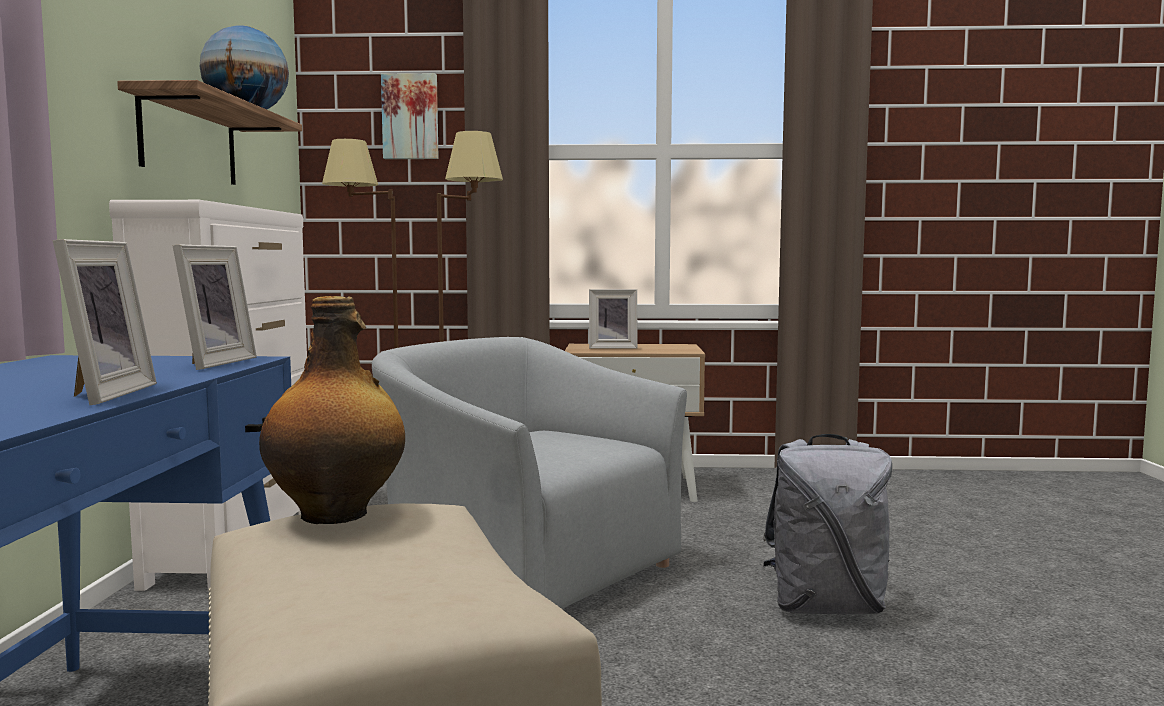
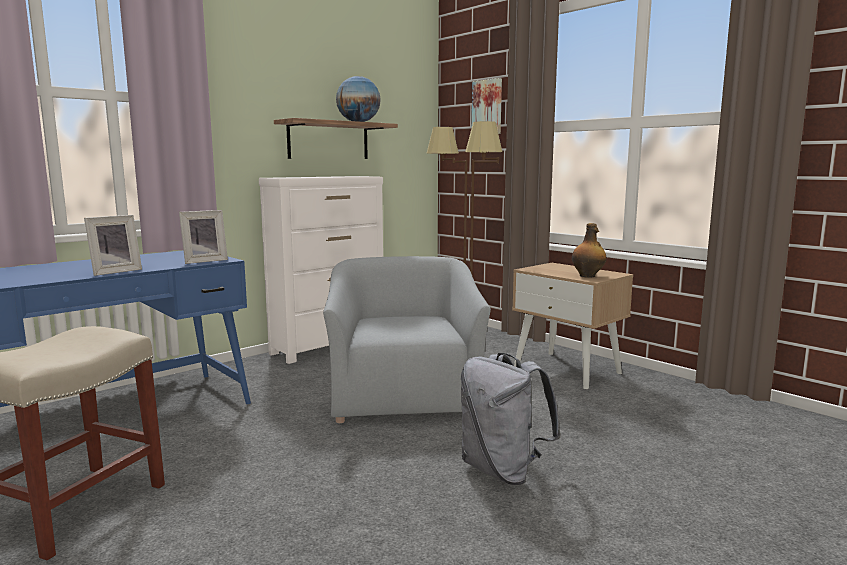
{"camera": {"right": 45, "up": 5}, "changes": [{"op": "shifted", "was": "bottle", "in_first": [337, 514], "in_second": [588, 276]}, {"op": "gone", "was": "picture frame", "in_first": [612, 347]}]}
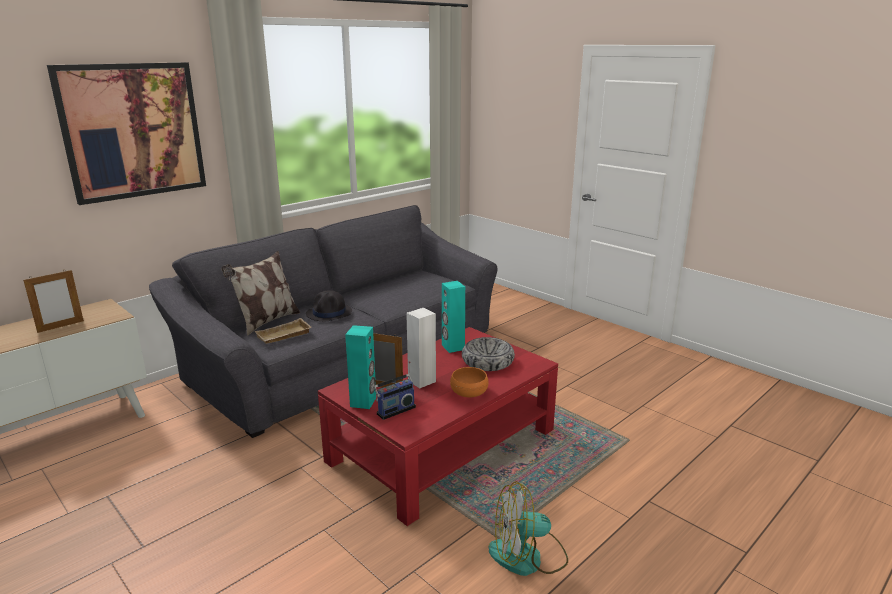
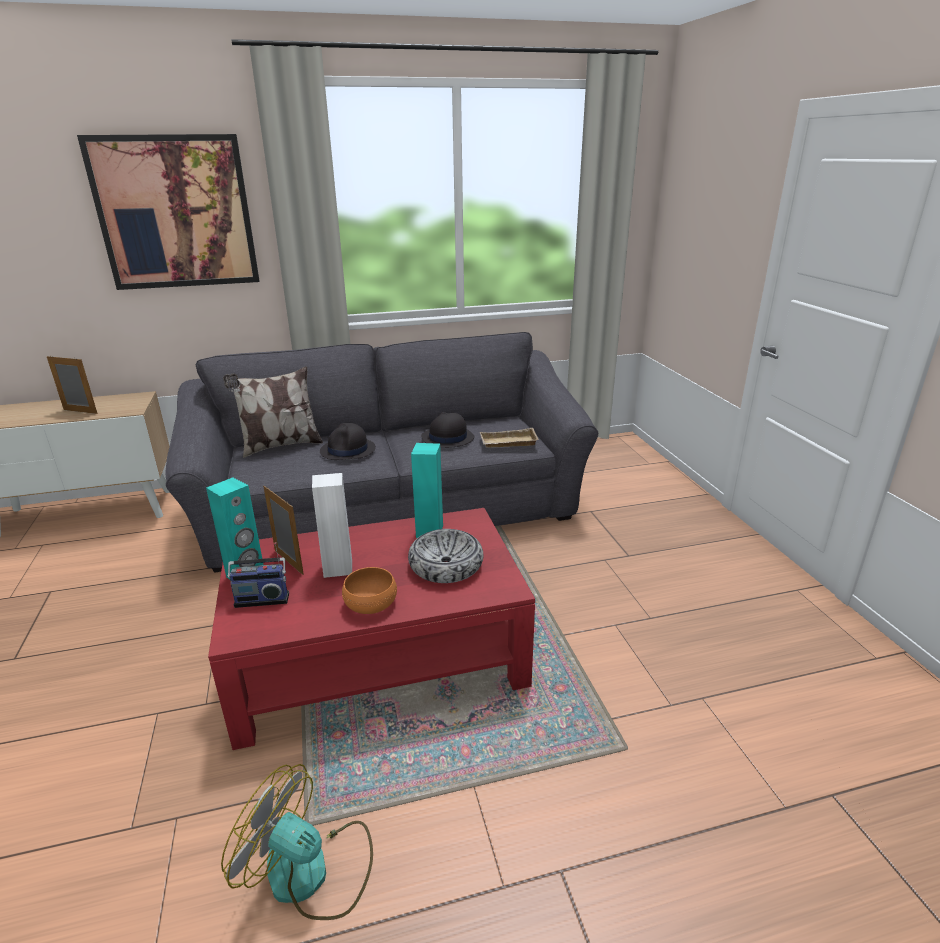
{"camera": {"right": 30, "up": 5}, "changes": [{"op": "rotated", "was": "picture frame", "in_first": [61, 326], "in_second": [80, 411], "clockwise": -150}, {"op": "new", "now": "hat in black", "in_second": [447, 438]}, {"op": "shifted", "was": "tray in beige", "in_first": [283, 336], "in_second": [508, 443]}]}
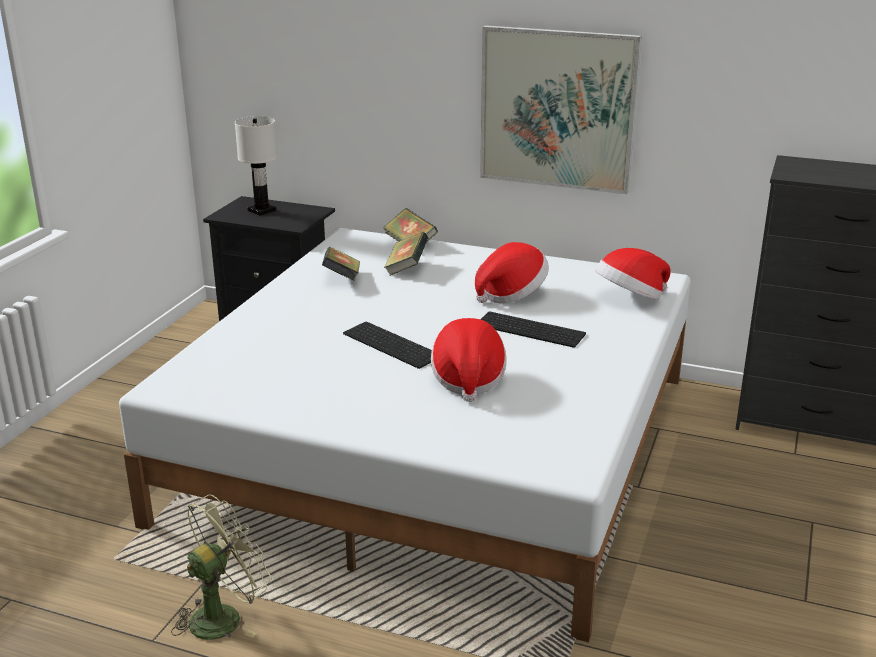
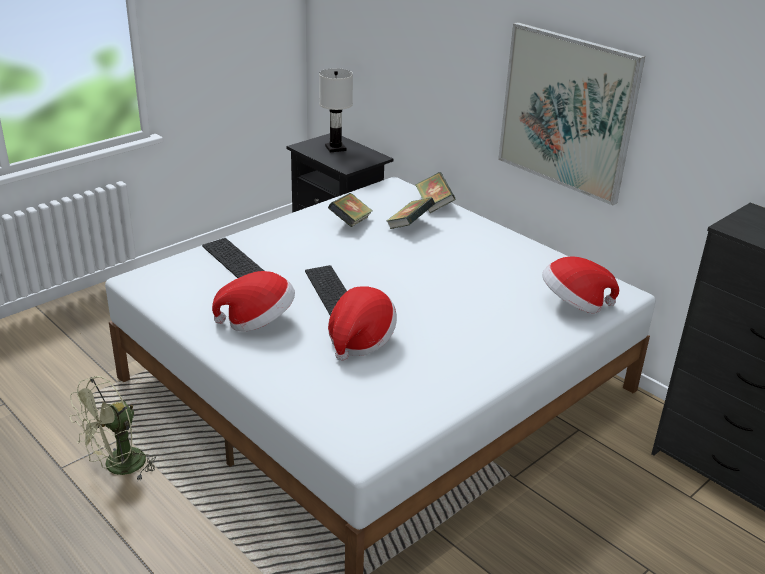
{"camera": {"right": 25, "up": 5}, "changes": [{"op": "rotated", "was": "fan in green", "in_first": [224, 616], "in_second": [118, 467], "clockwise": 150}, {"op": "shifted", "was": "keyboard", "in_first": [532, 329], "in_second": [236, 260]}, {"op": "shifted", "was": "hat", "in_first": [511, 294], "in_second": [258, 321]}]}
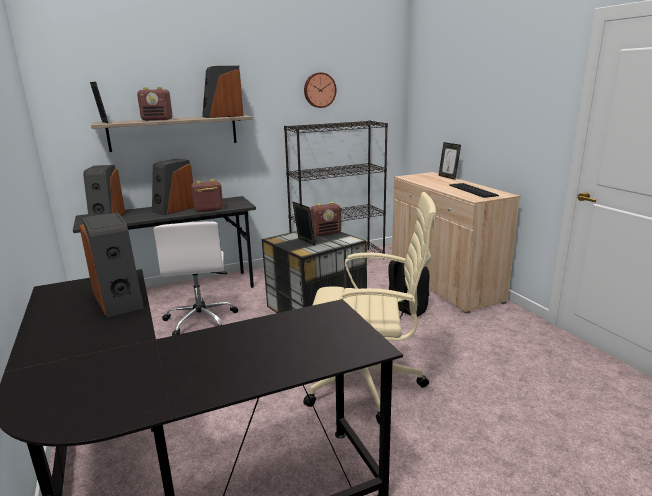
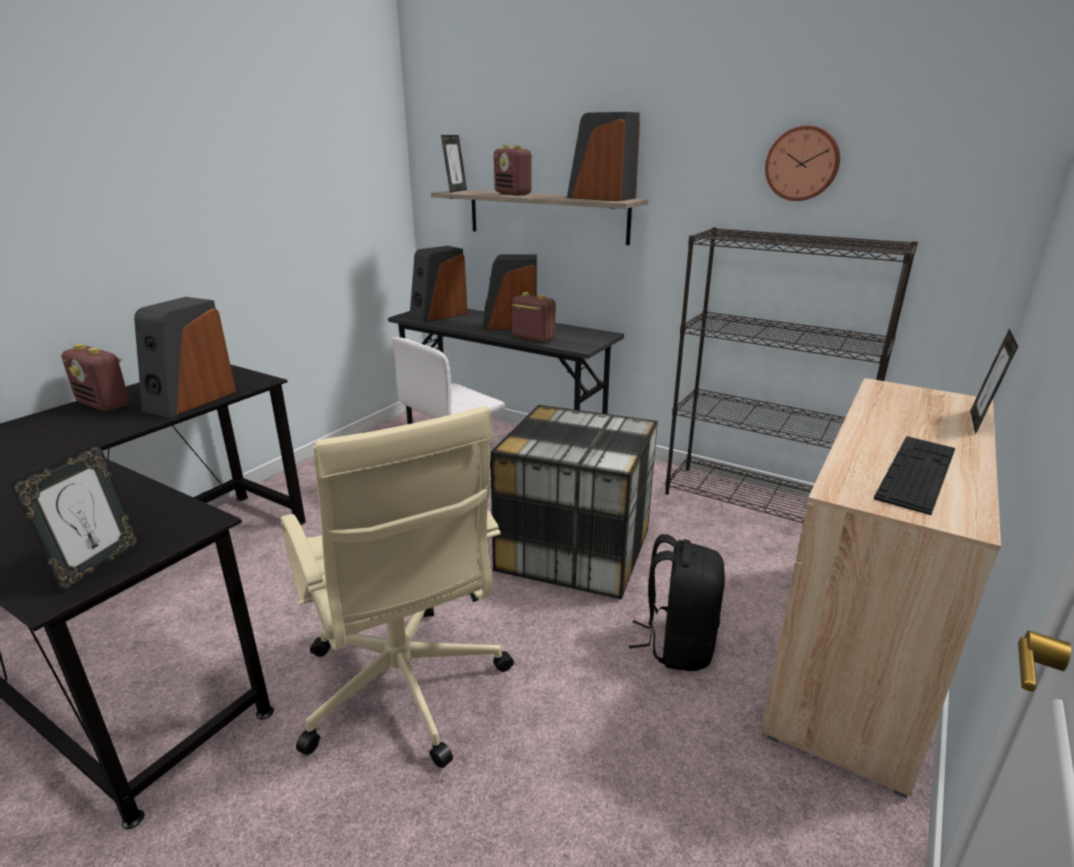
{"camera": {"right": 55, "up": 5}, "changes": [{"op": "shifted", "was": "picture frame", "in_first": [304, 242], "in_second": [98, 565]}, {"op": "shifted", "was": "radio", "in_first": [326, 233], "in_second": [104, 405]}]}
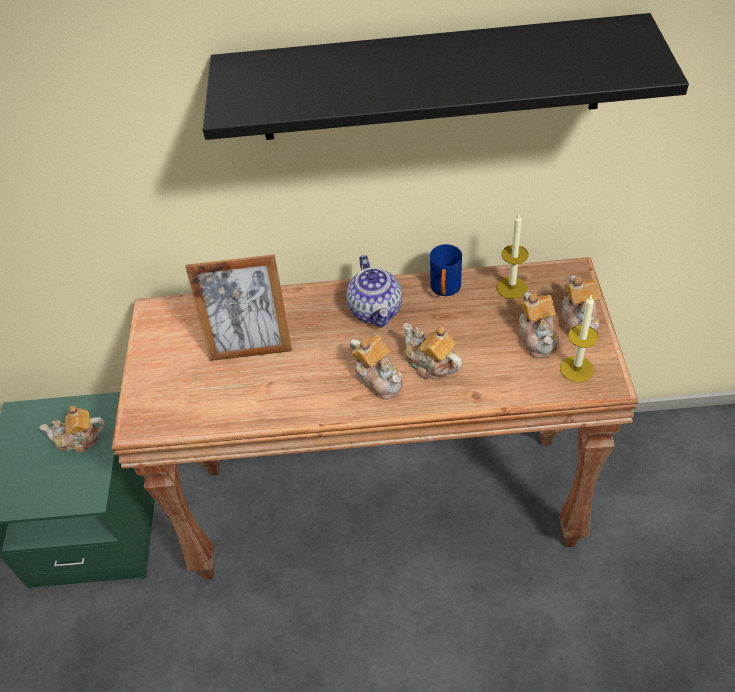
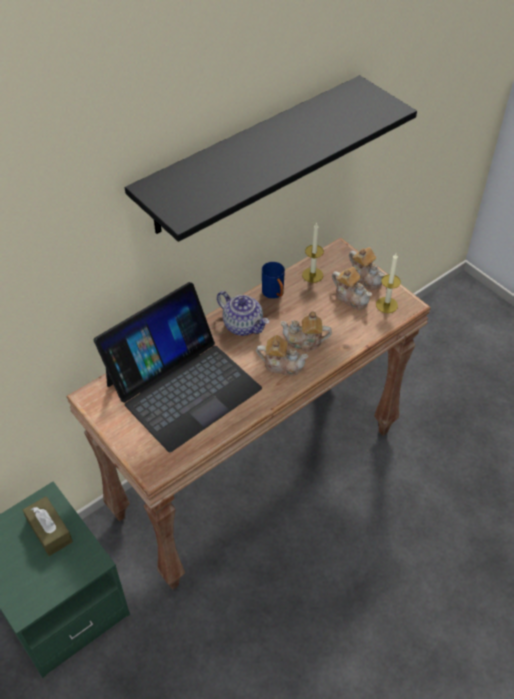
{"camera": {"right": -40, "up": 0}, "changes": [{"op": "swapped", "was": "teapot", "now": "tissue box in brown", "in_first": [79, 440], "in_second": [49, 531]}, {"op": "swapped", "was": "picture frame", "now": "laptop", "in_first": [250, 346], "in_second": [182, 386]}]}
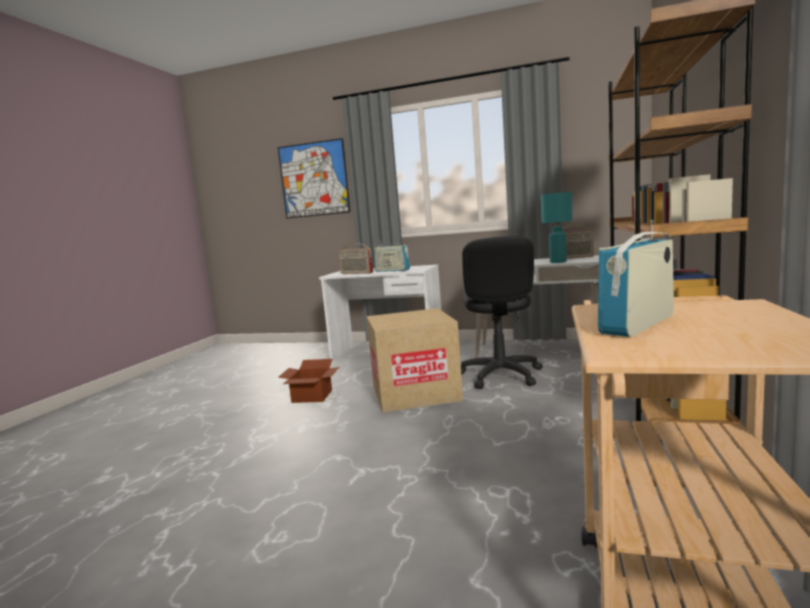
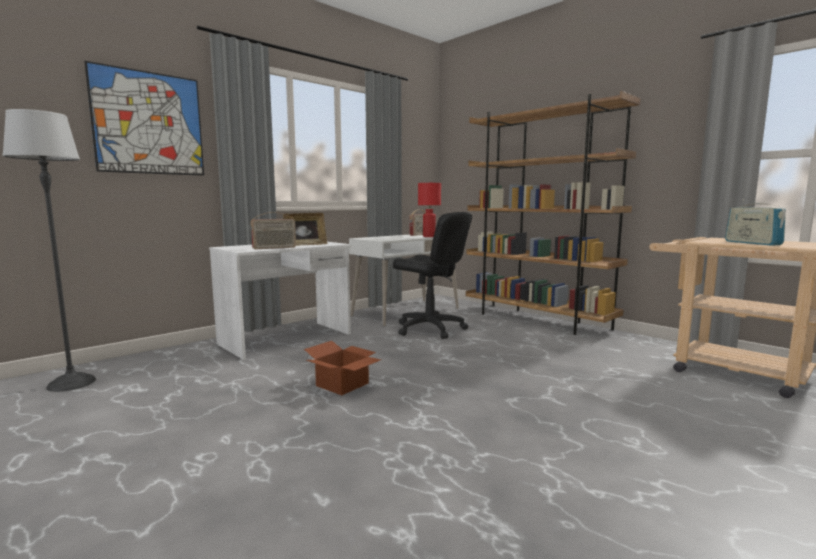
{"camera": {"right": -60, "up": 0}, "changes": [{"op": "new", "now": "floor lamp", "in_second": [72, 383]}, {"op": "swapped", "was": "radio", "now": "picture frame", "in_first": [392, 270], "in_second": [305, 245]}, {"op": "repainted", "was": "table lamp in turquoise", "now": "table lamp in red", "in_first": [557, 262], "in_second": [428, 236]}, {"op": "gone", "was": "cardboard box", "in_first": [415, 393]}]}
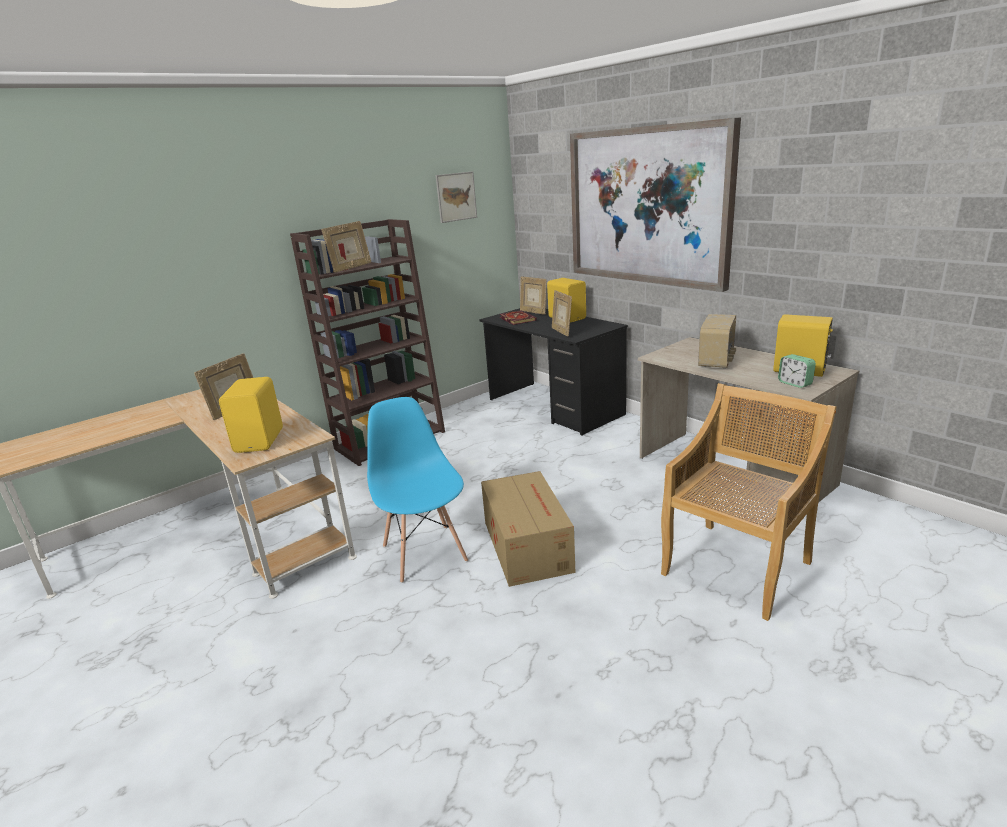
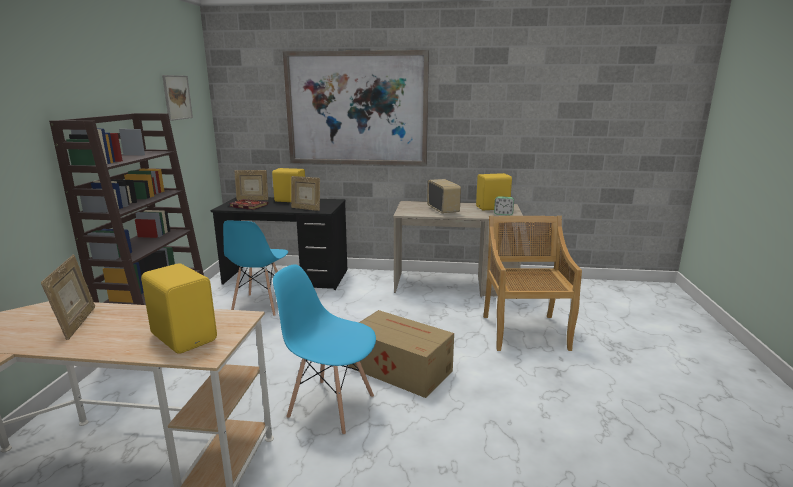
{"camera": {"right": -45, "up": -5}, "changes": [{"op": "new", "now": "chair in blue", "in_second": [260, 305]}, {"op": "gone", "was": "picture frame", "in_first": [351, 268]}]}
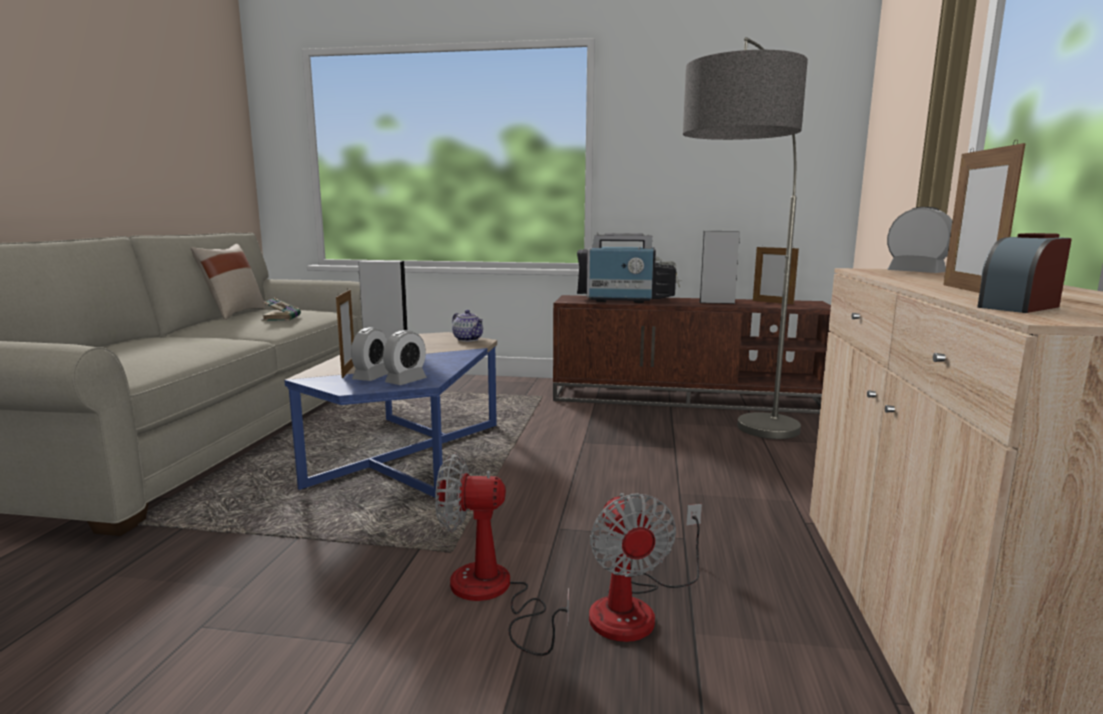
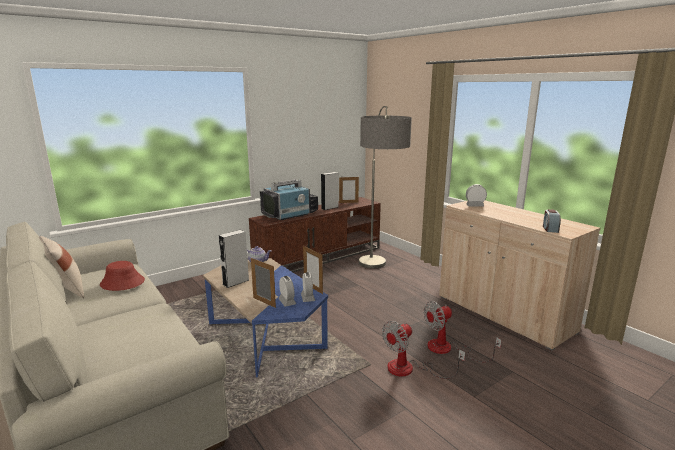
{"camera": {"right": -45, "up": 5}, "changes": [{"op": "swapped", "was": "book", "now": "hat in red", "in_first": [282, 318], "in_second": [122, 283]}, {"op": "shifted", "was": "picture frame", "in_first": [970, 290], "in_second": [313, 288]}, {"op": "rotated", "was": "fan", "in_first": [636, 608], "in_second": [448, 349], "clockwise": 120}]}
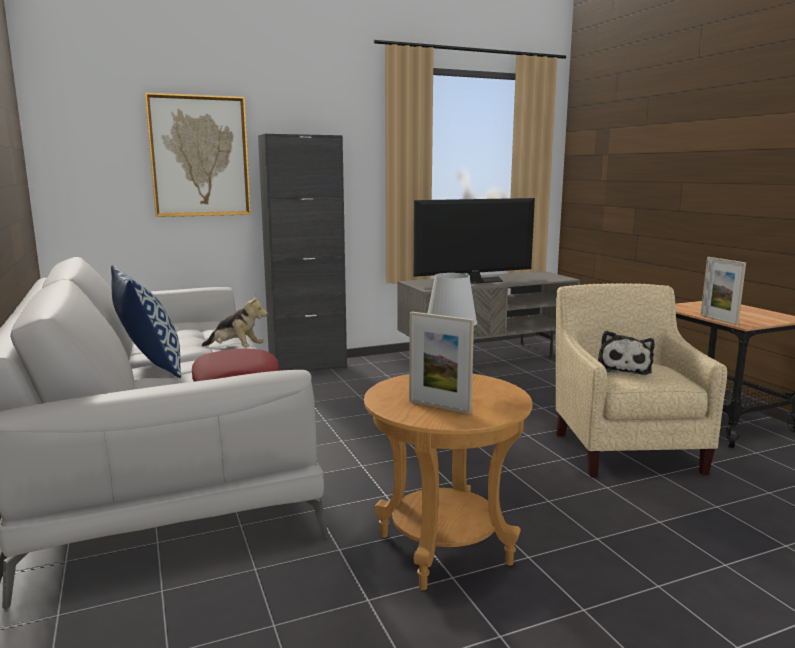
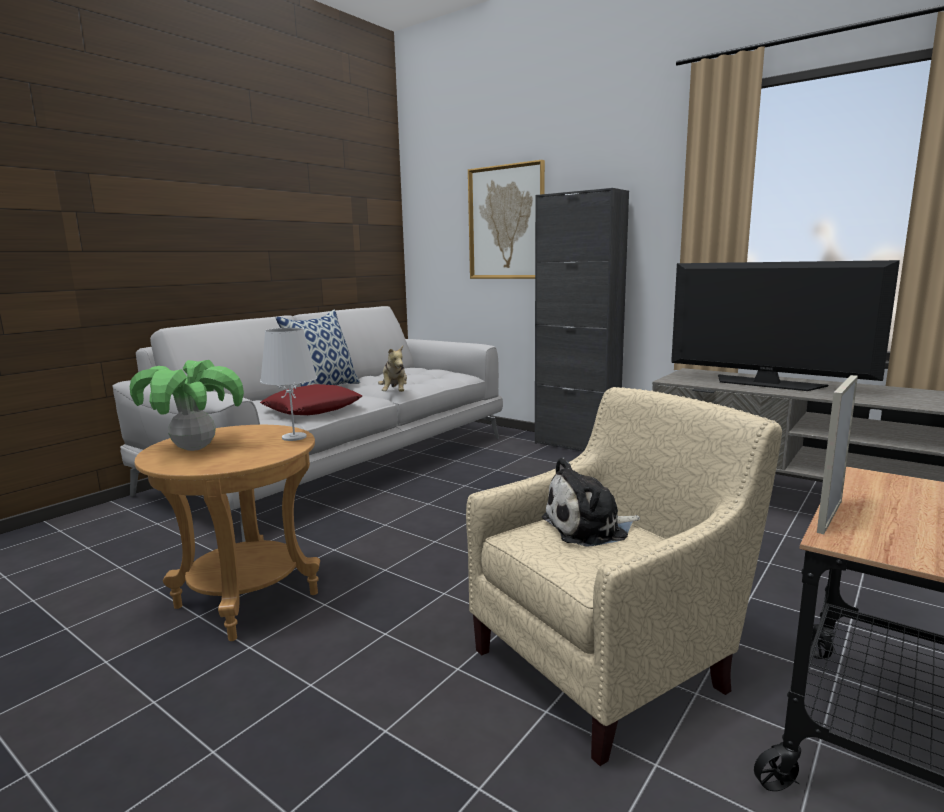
{"camera": {"right": 60, "up": 0}, "changes": [{"op": "swapped", "was": "picture frame", "now": "potted plant", "in_first": [439, 407], "in_second": [195, 448]}]}
